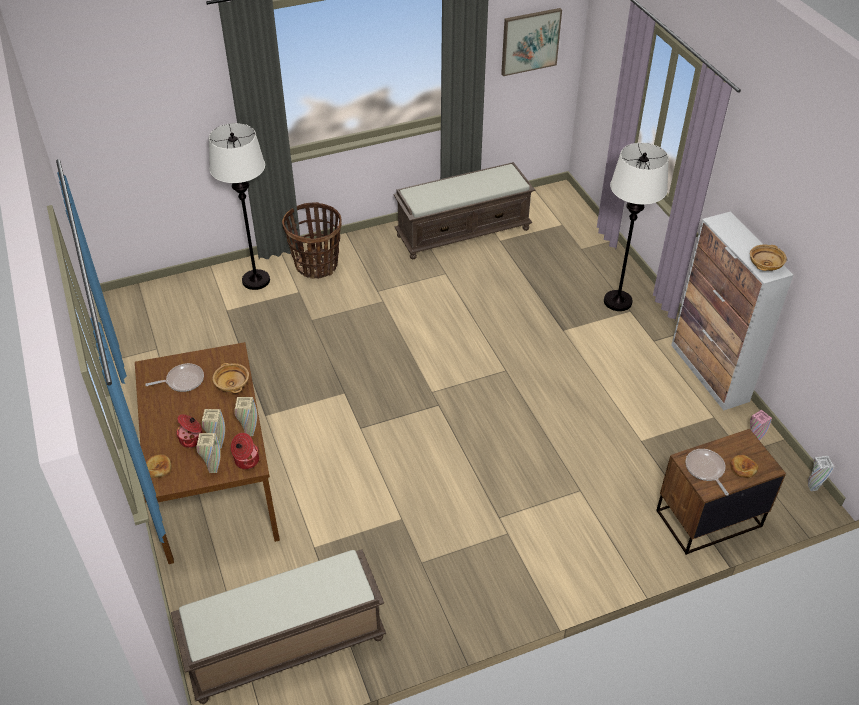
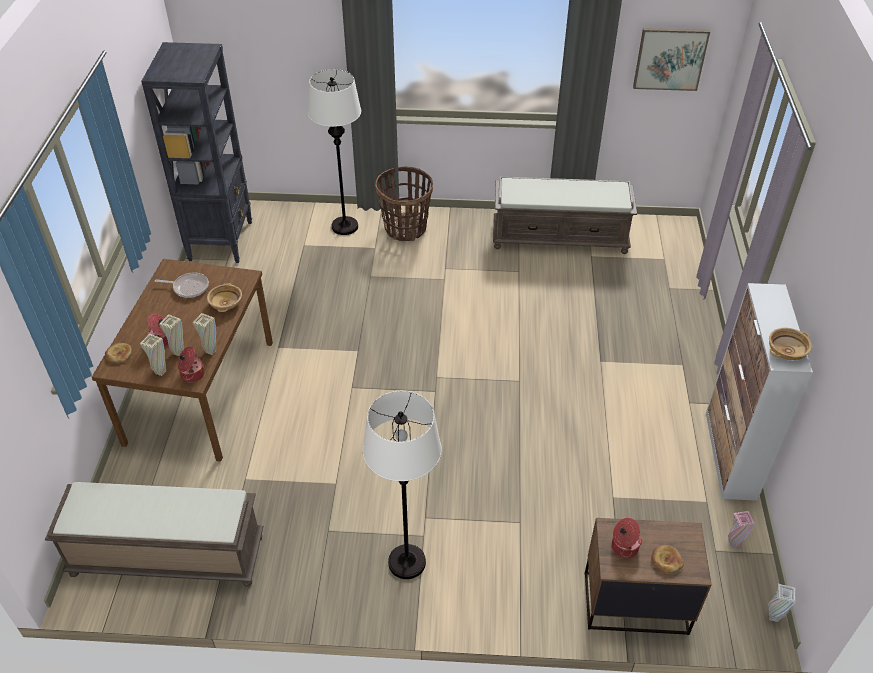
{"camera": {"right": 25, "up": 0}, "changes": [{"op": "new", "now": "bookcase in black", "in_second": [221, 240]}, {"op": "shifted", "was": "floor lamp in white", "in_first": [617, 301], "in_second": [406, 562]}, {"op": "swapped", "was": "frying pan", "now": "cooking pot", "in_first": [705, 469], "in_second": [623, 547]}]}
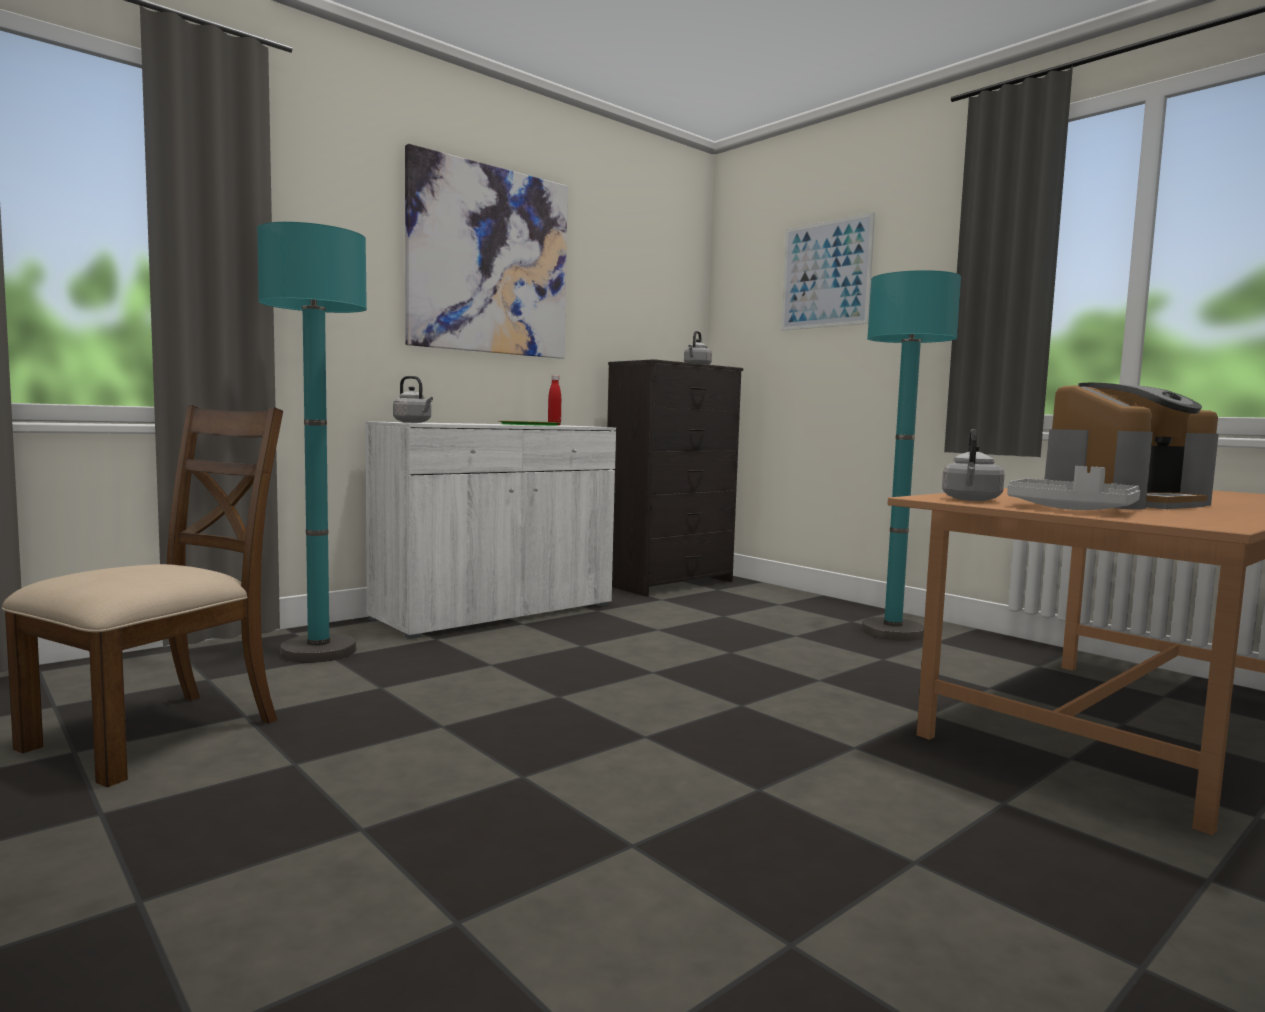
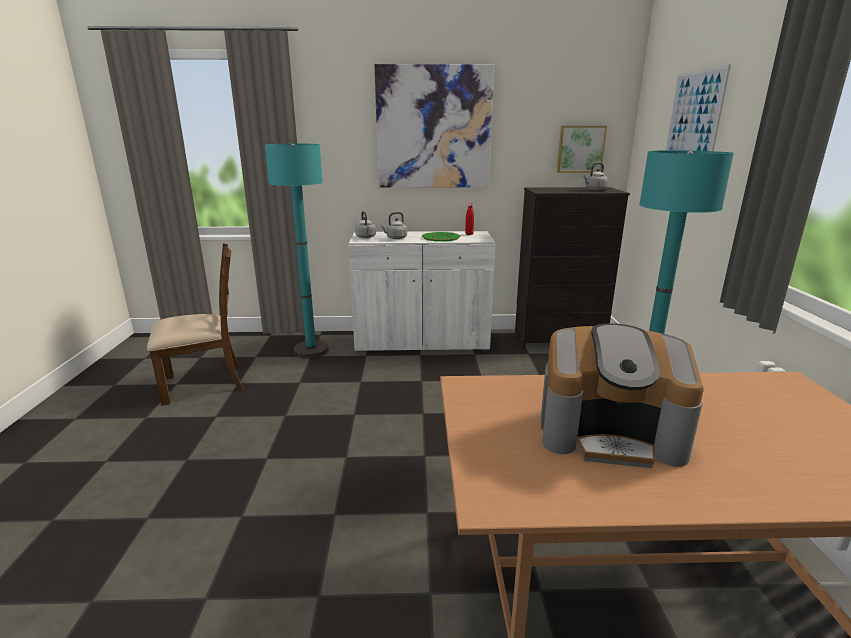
{"camera": {"right": 40, "up": 15}, "changes": [{"op": "shifted", "was": "kettle in grey", "in_first": [971, 500], "in_second": [395, 238]}, {"op": "new", "now": "picture", "in_second": [580, 149]}, {"op": "gone", "was": "tray in grey", "in_first": [1071, 509]}]}
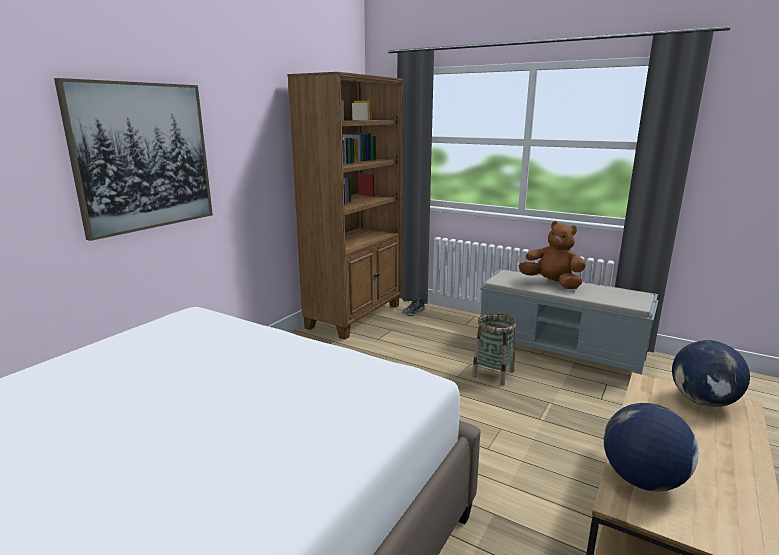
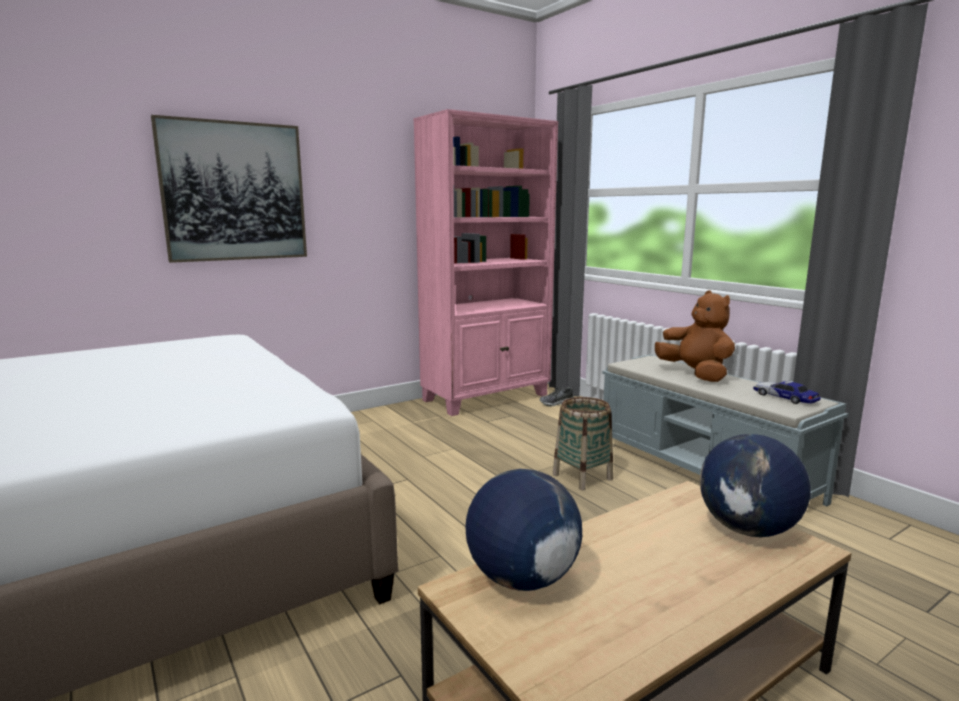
{"camera": {"right": 25, "up": -5}, "changes": [{"op": "repainted", "was": "bookcase in brown", "now": "bookcase in pink", "in_first": [355, 316], "in_second": [487, 397]}, {"op": "new", "now": "toy car", "in_second": [784, 398]}]}
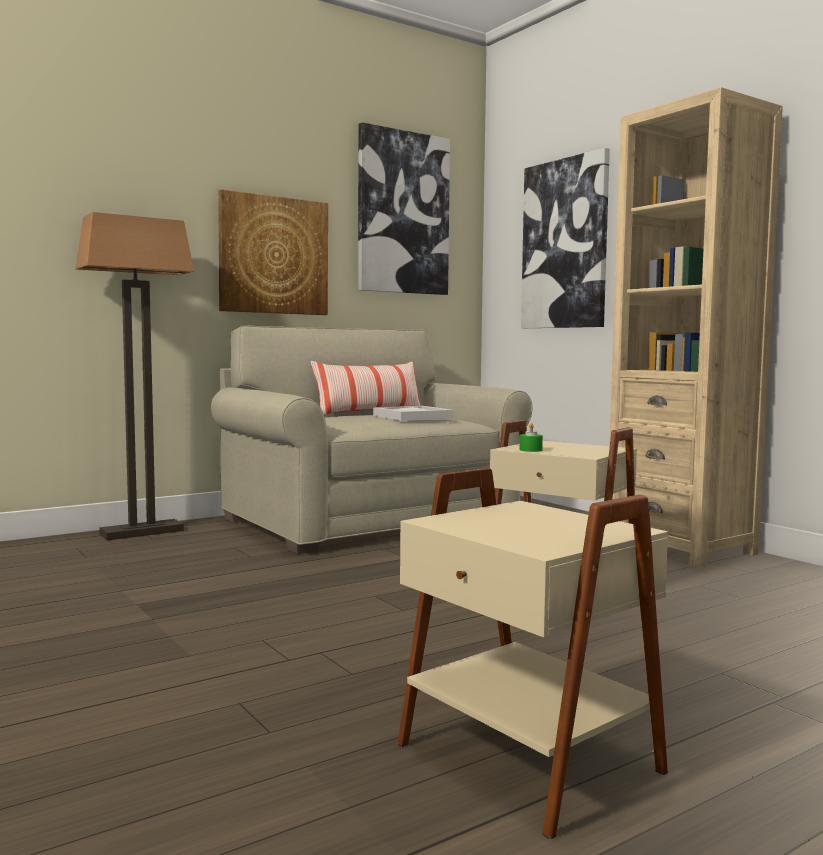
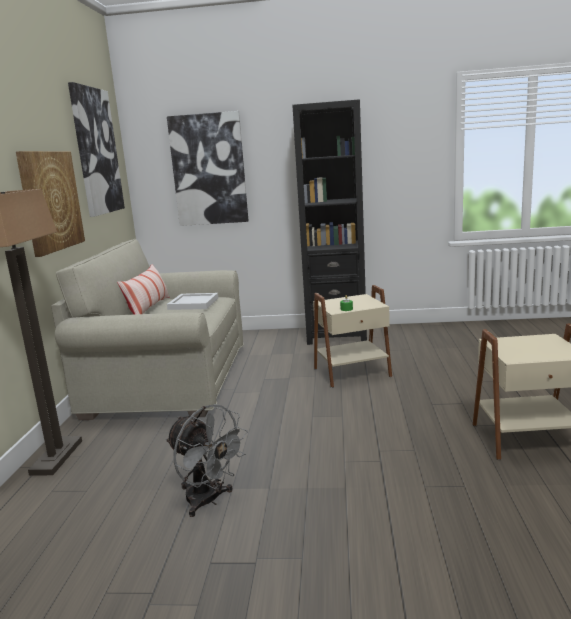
{"camera": {"right": -50, "up": 10}, "changes": [{"op": "new", "now": "fan in grey", "in_second": [209, 501]}, {"op": "repainted", "was": "bookcase in beige", "now": "bookcase in black", "in_first": [681, 548], "in_second": [336, 335]}]}
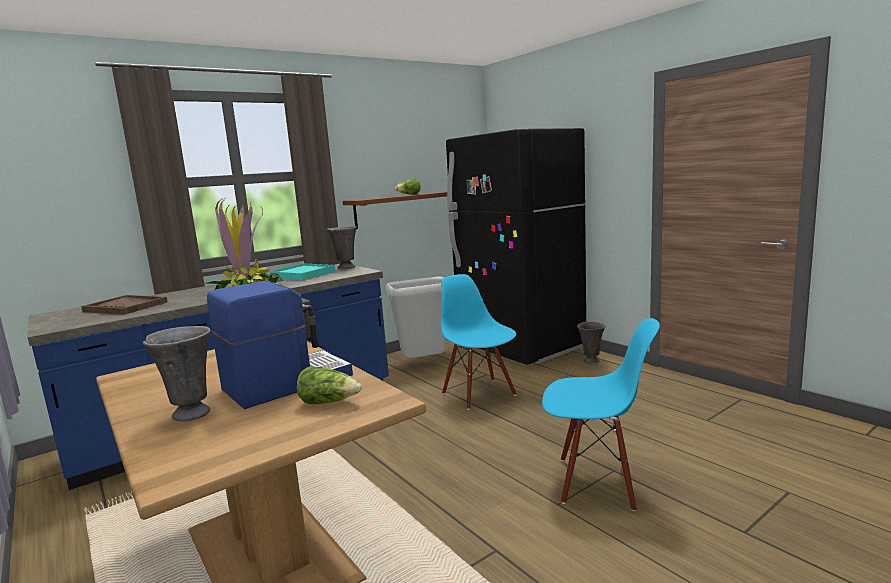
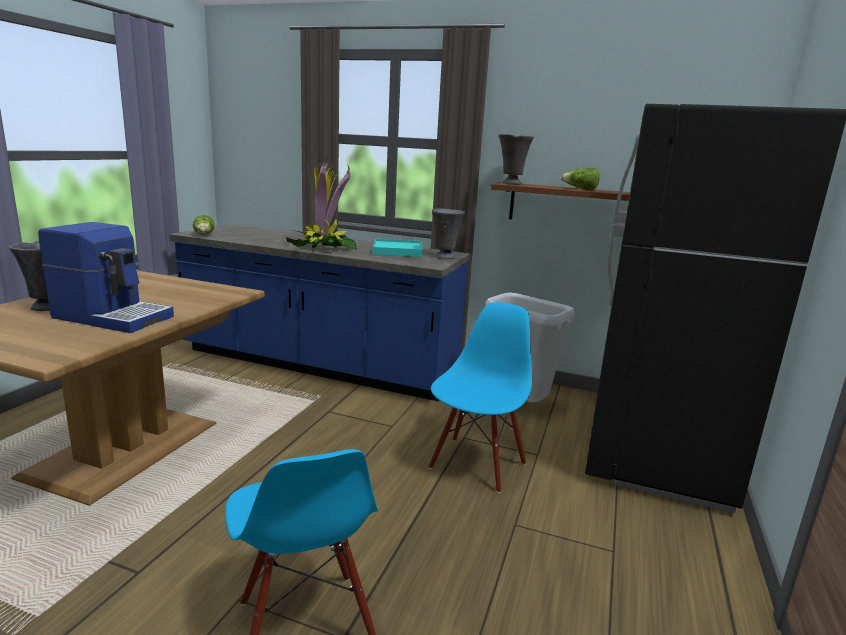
{"camera": {"right": 55, "up": 5}, "changes": [{"op": "shifted", "was": "lettuce", "in_first": [329, 402], "in_second": [204, 235]}, {"op": "shifted", "was": "vase in grey", "in_first": [591, 361], "in_second": [511, 183]}, {"op": "gone", "was": "tray in brown", "in_first": [126, 307]}]}
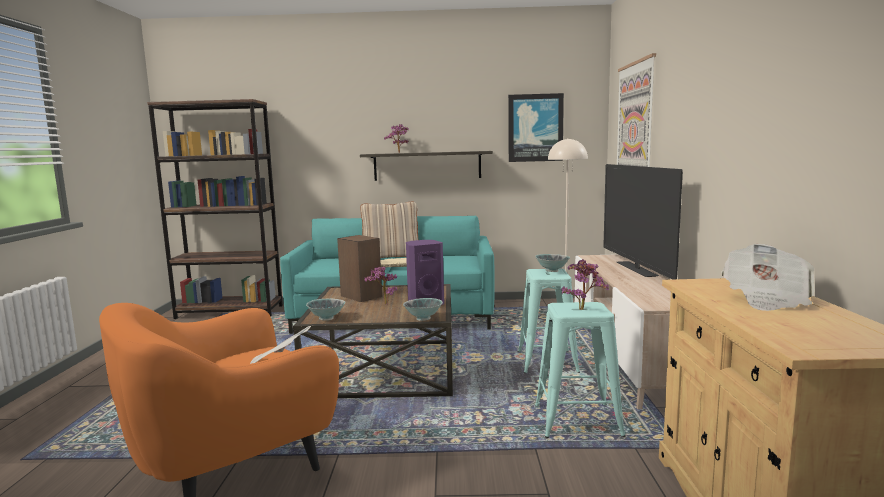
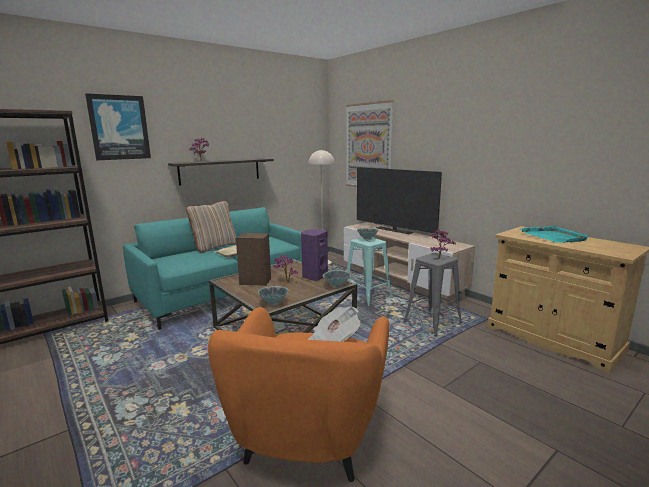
{"camera": {"right": -40, "up": 5}, "changes": [{"op": "shifted", "was": "picture", "in_first": [535, 128], "in_second": [119, 127]}, {"op": "repainted", "was": "stool in turquoise", "now": "stool in grey", "in_first": [577, 420], "in_second": [432, 322]}, {"op": "swapped", "was": "newspaper", "now": "tray in turquoise", "in_first": [765, 299], "in_second": [553, 236]}]}
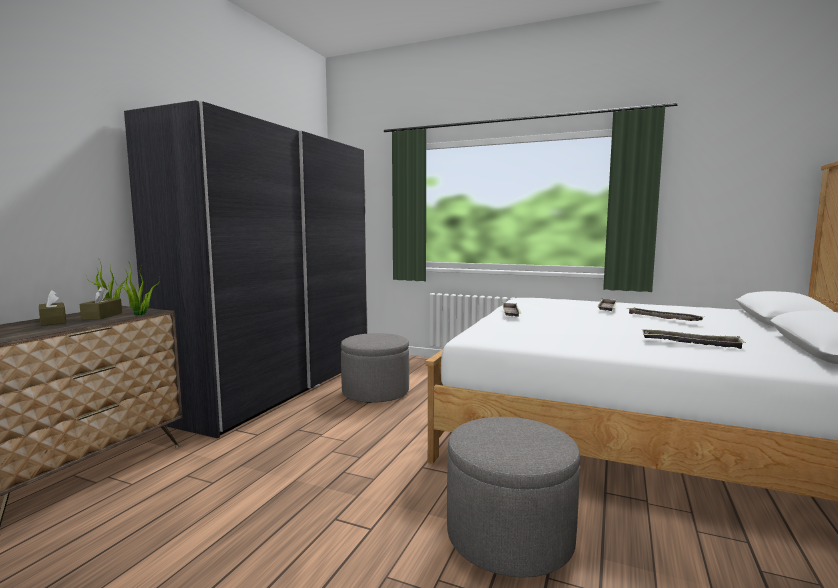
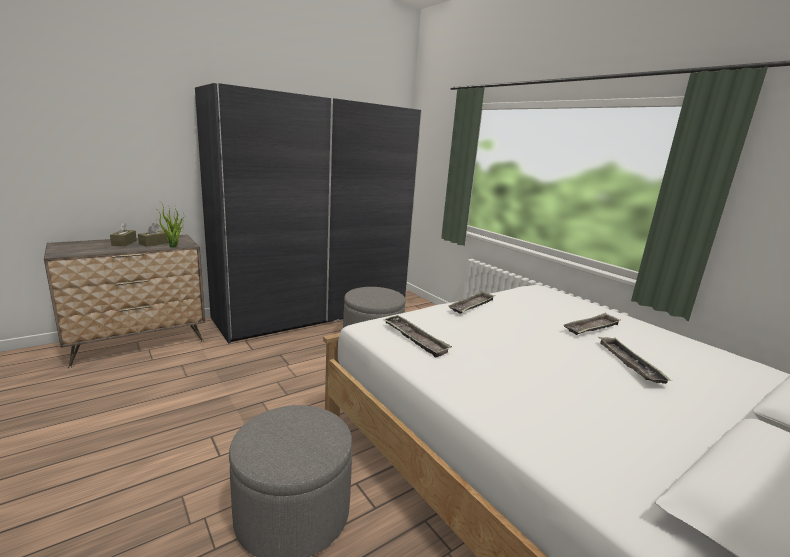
{"camera": {"right": 30, "up": 10}, "changes": [{"op": "shifted", "was": "tray", "in_first": [690, 343], "in_second": [414, 339]}]}
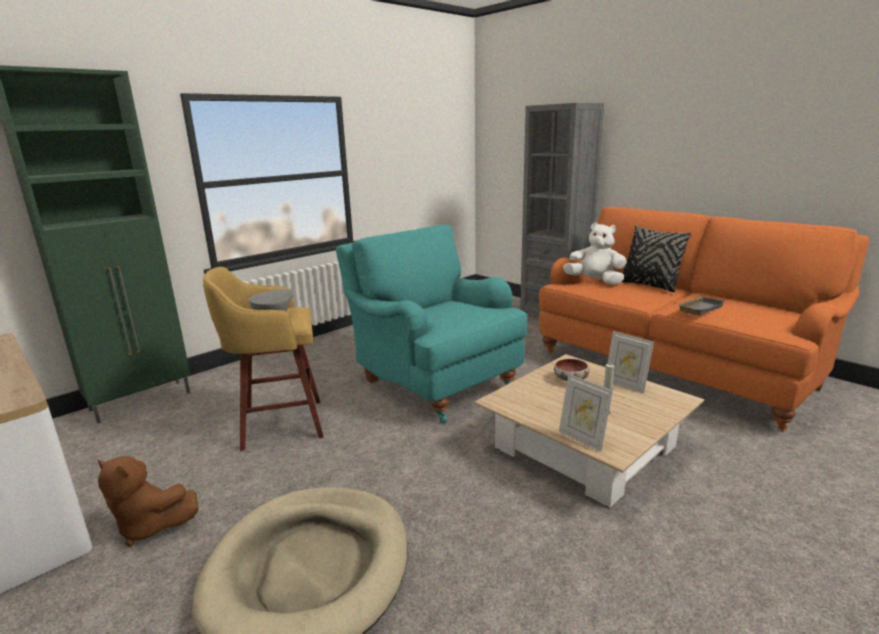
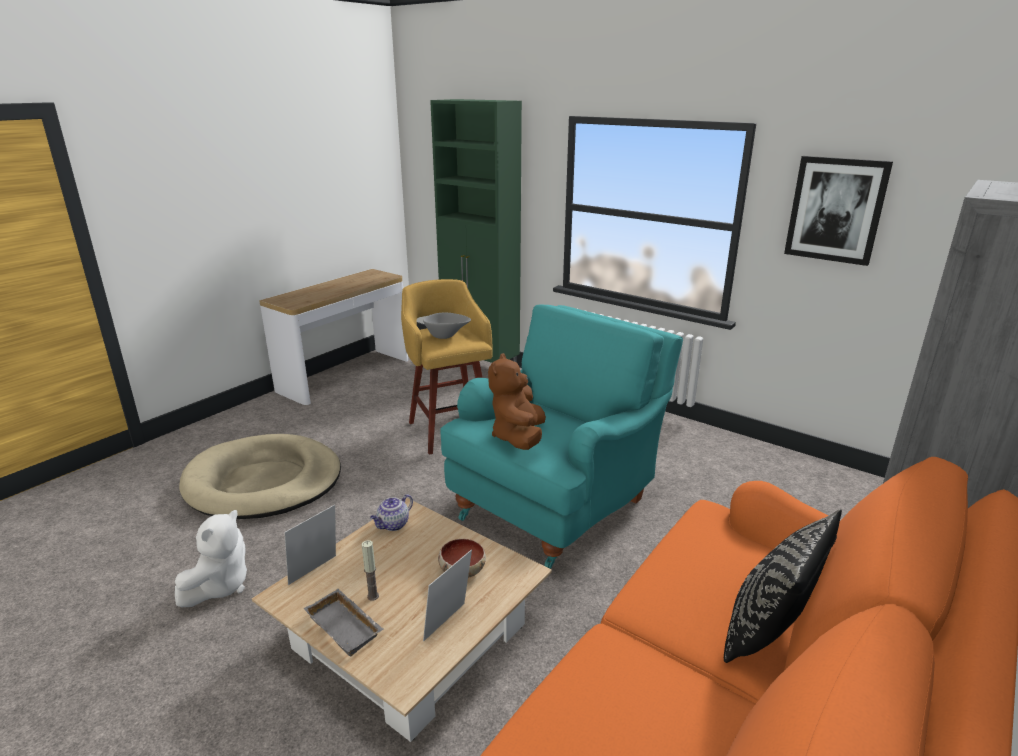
{"camera": {"right": 80, "up": 5}, "changes": [{"op": "shifted", "was": "plush toy in white", "in_first": [595, 282], "in_second": [220, 586]}, {"op": "shifted", "was": "tray in grey", "in_first": [699, 308], "in_second": [346, 626]}, {"op": "new", "now": "teapot", "in_second": [393, 525]}, {"op": "shifted", "was": "plush toy in brown", "in_first": [150, 526], "in_second": [518, 437]}, {"op": "new", "now": "picture", "in_second": [835, 210]}]}
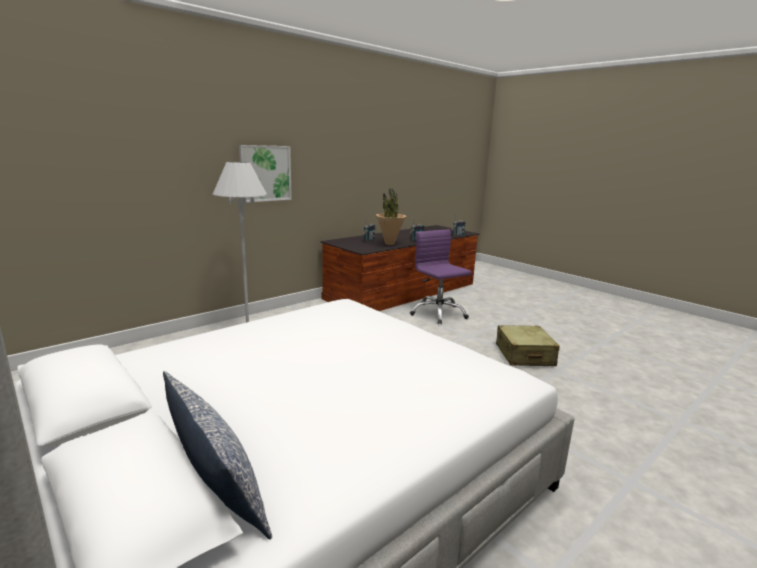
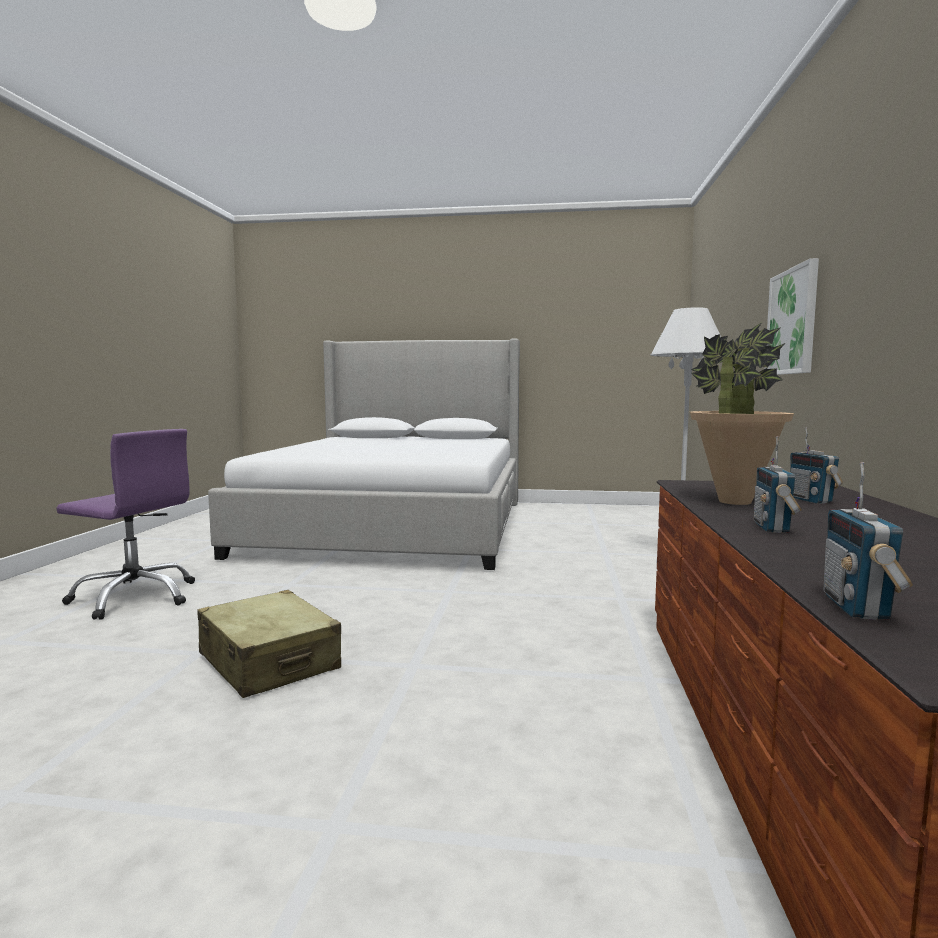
{"camera": {"right": 140, "up": -10}, "changes": [{"op": "shifted", "was": "office chair in purple", "in_first": [438, 313], "in_second": [135, 597]}, {"op": "gone", "was": "pillow", "in_first": [215, 480]}]}
